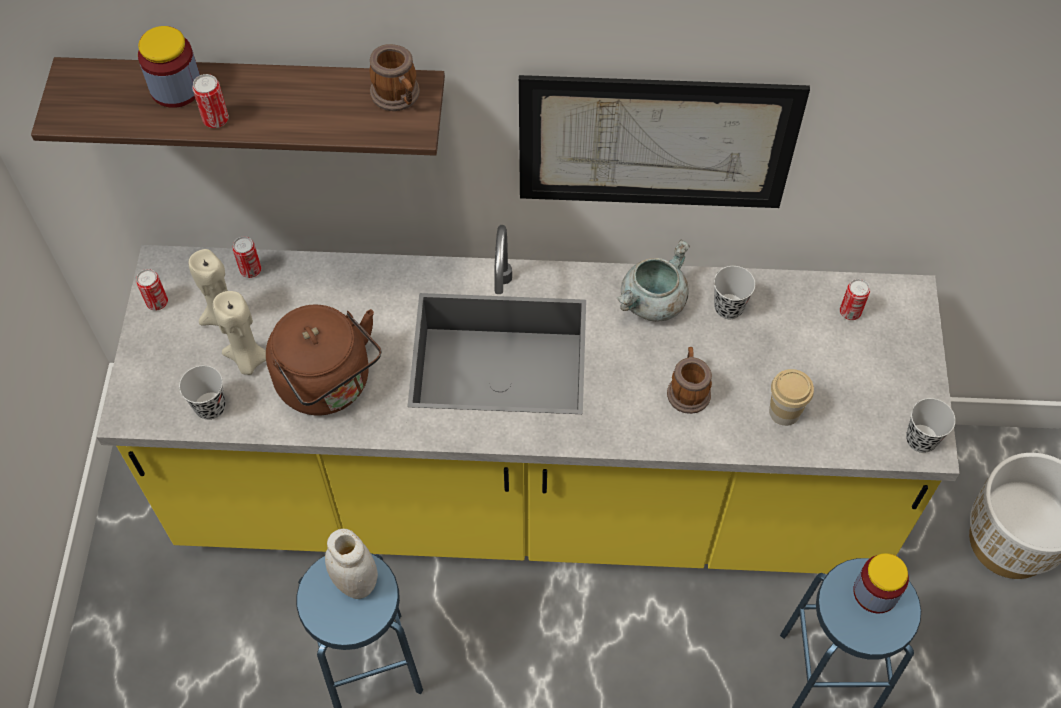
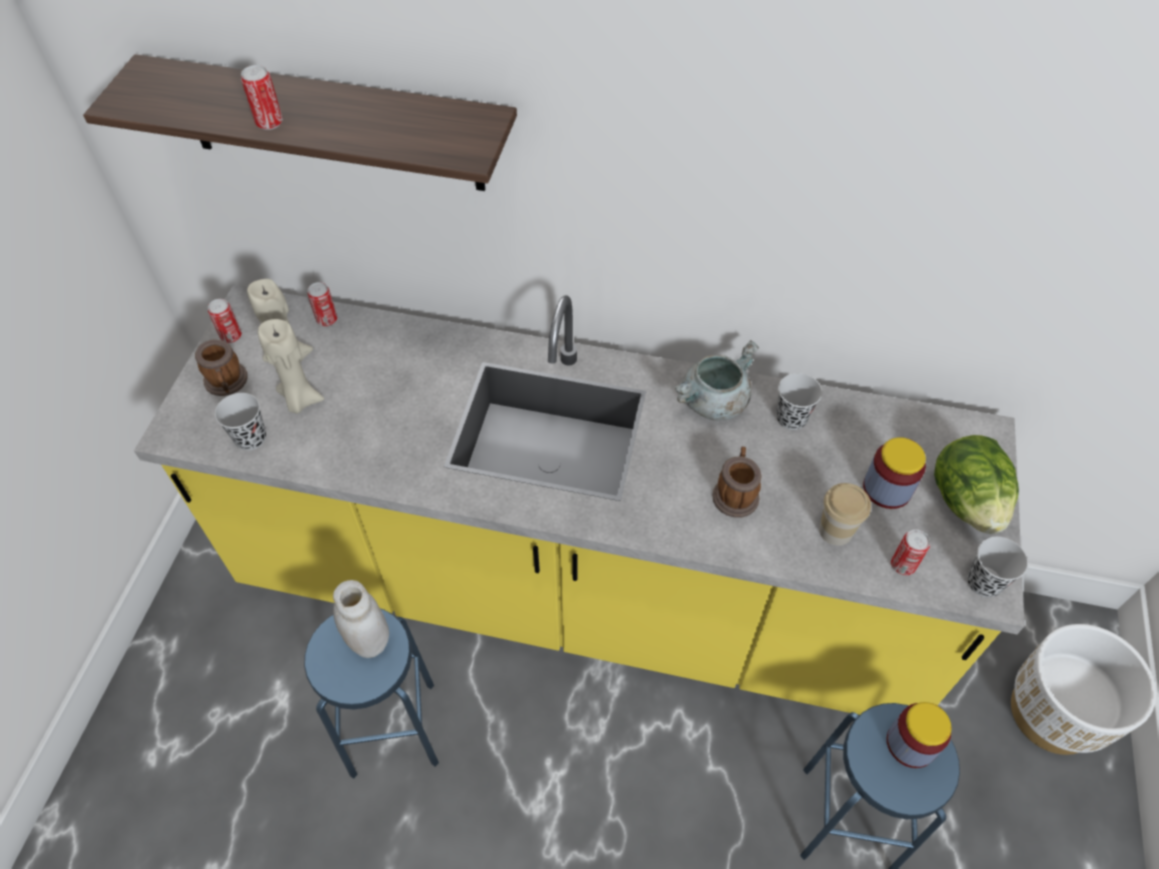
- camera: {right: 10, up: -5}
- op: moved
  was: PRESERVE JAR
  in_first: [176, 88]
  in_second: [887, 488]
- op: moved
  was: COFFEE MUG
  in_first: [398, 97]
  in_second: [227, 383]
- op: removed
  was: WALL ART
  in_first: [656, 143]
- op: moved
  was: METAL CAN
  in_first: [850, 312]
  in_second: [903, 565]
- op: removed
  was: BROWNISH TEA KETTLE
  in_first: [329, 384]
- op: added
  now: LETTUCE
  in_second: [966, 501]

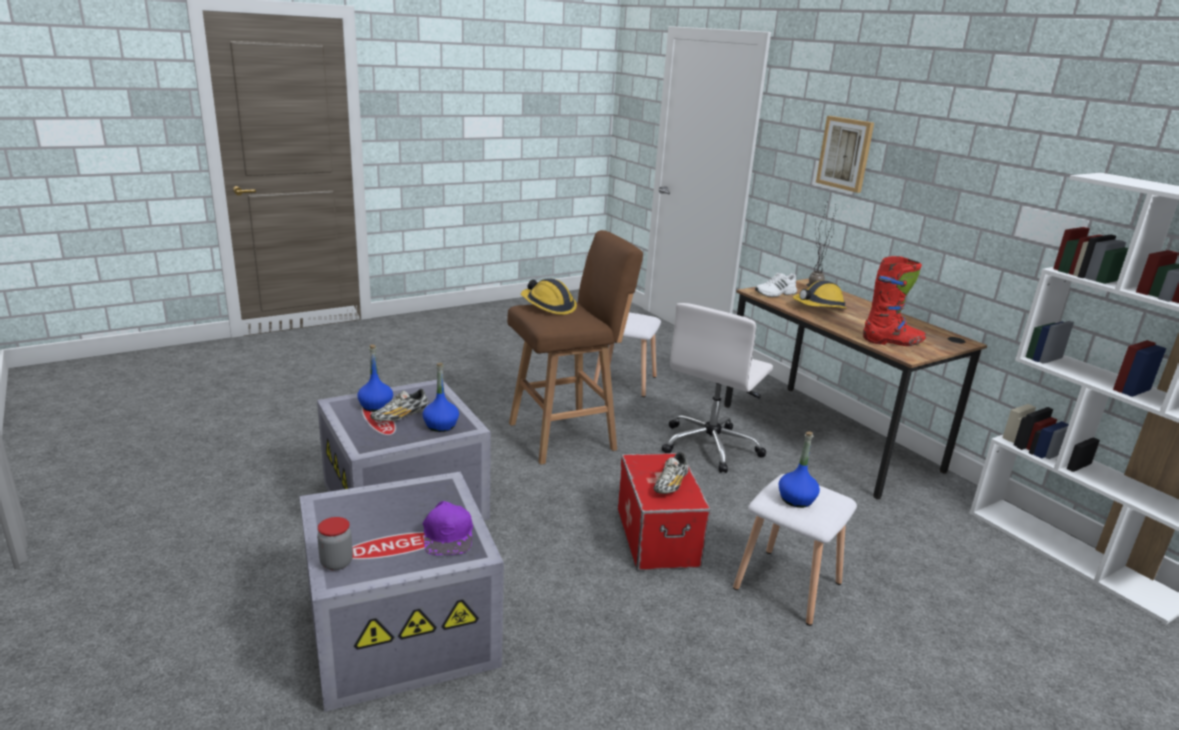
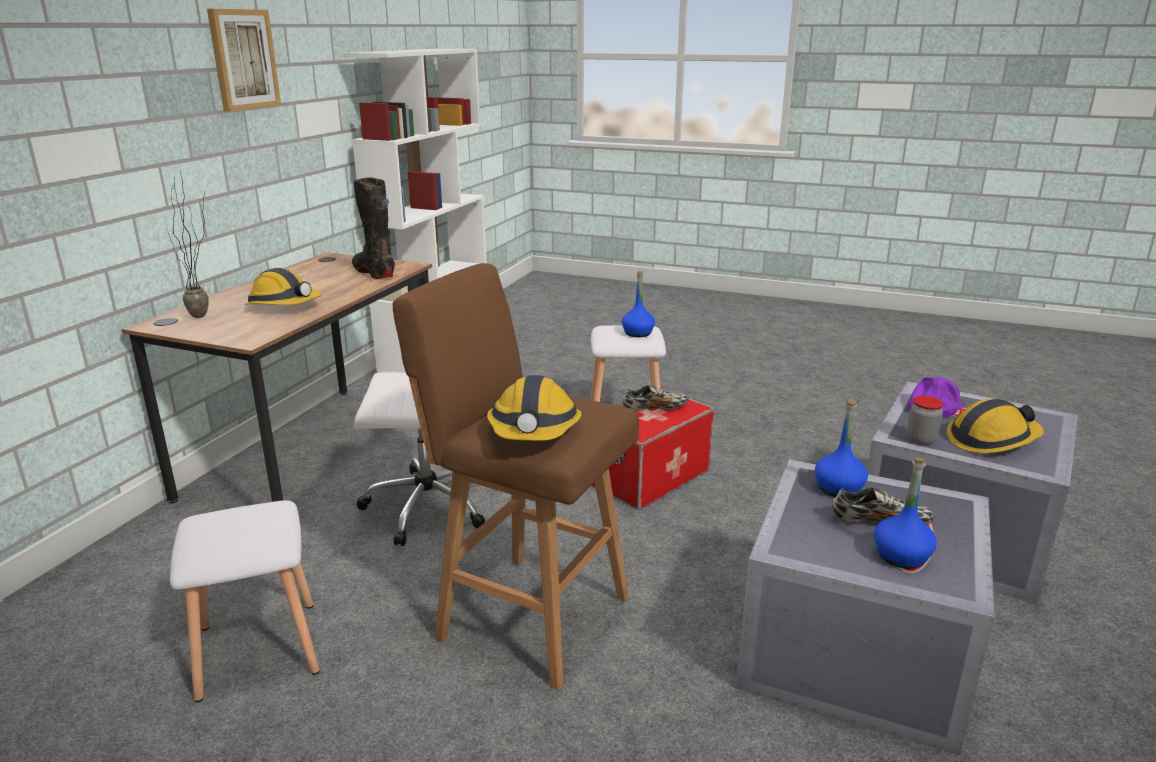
- camera: {right: -125, up: 0}
- op: moved
  was: WALL ART
  in_first: [845, 153]
  in_second: [243, 59]
- op: recoloured
  was: RED-COLOURED TALL BOOT
  now: BLACK TALL BOOT
  in_first: [892, 342]
  in_second: [374, 272]
- op: removed
  was: WHITE-COLOURED SHOE
  in_first: [776, 293]
- op: moved
  was: PRESERVE JAR
  in_first: [336, 563]
  in_second: [921, 439]
- op: added
  now: HARD HAT
  in_second: [991, 440]

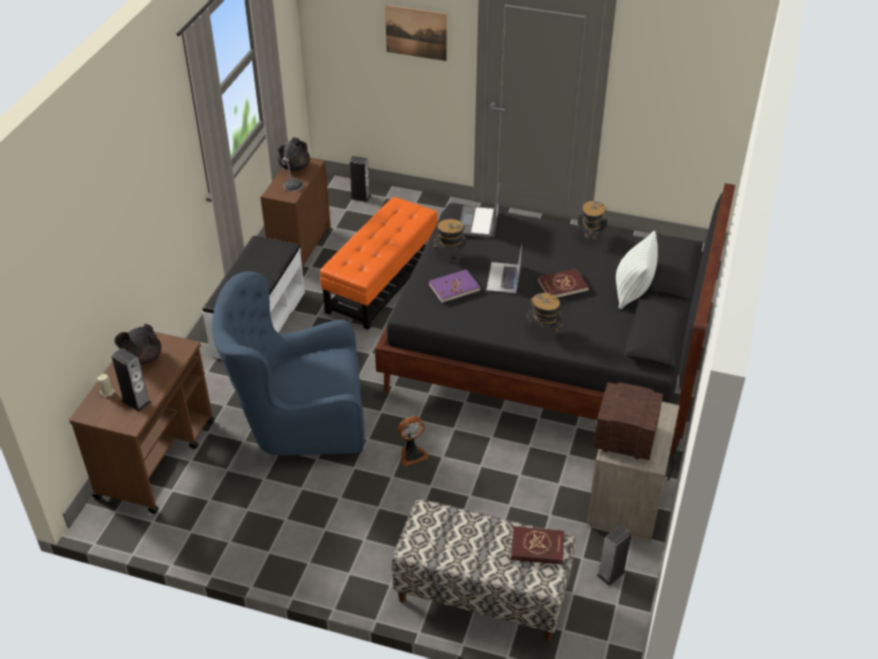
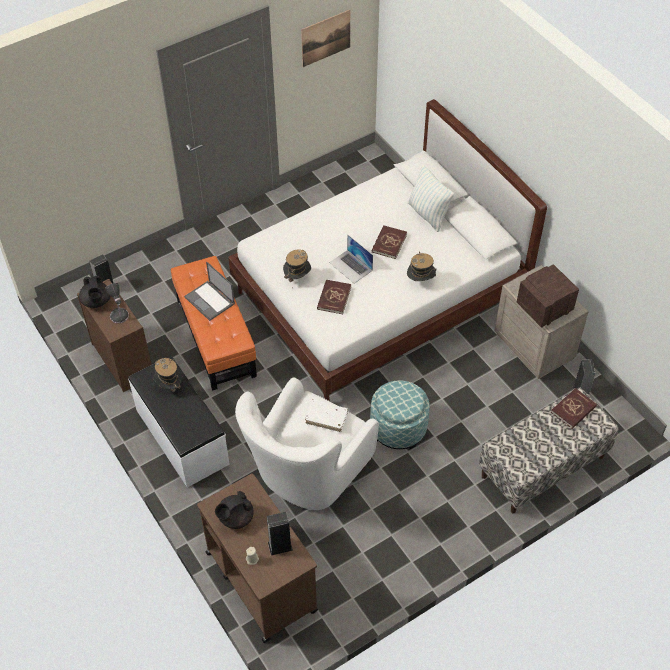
- camera: {right: -50, up: 10}
- op: moved
  was: WALL ART
  in_first: [416, 32]
  in_second: [326, 38]
- op: moved
  was: PORTABLE COMPUTER
  in_first: [478, 222]
  in_second: [210, 300]
- op: recoloured
  was: BLACK SLEEPING BED
  now: WHITE-COLOURED SLEEPING BED
  in_first: [548, 354]
  in_second: [380, 297]
- op: moved
  was: WEARABLE HAT
  in_first: [590, 237]
  in_second: [169, 386]
- op: recoloured
  was: PURPLE BOUND BOOK
  now: RED-COLOURED BOUND BOOK
  in_first: [454, 287]
  in_second: [334, 298]
- op: recoloured
  was: BLUISH LOUNGE CHAIR
  now: WHITE-COLOURED LOUNGE CHAIR
  in_first: [298, 421]
  in_second: [307, 473]
- op: turned
  was: BLACK TEA POT
  in_first: [142, 358]
  in_second: [235, 518]
  clockwise: 45
- op: replaced
  was: ELECTRIC FAN
  now: FOOTREST
  in_first: [412, 454]
  in_second: [398, 428]
- op: added
  now: WHITE-COLOURED BOUND BOOK
  in_second: [326, 418]

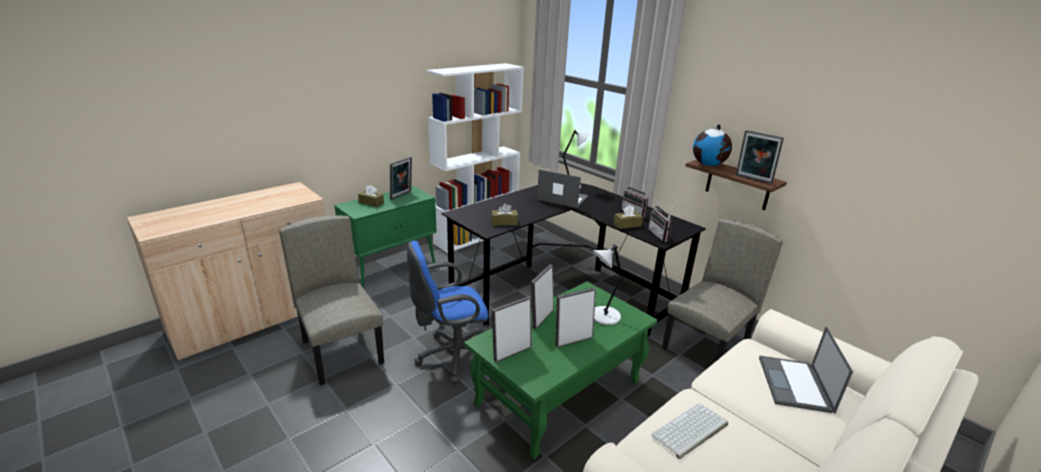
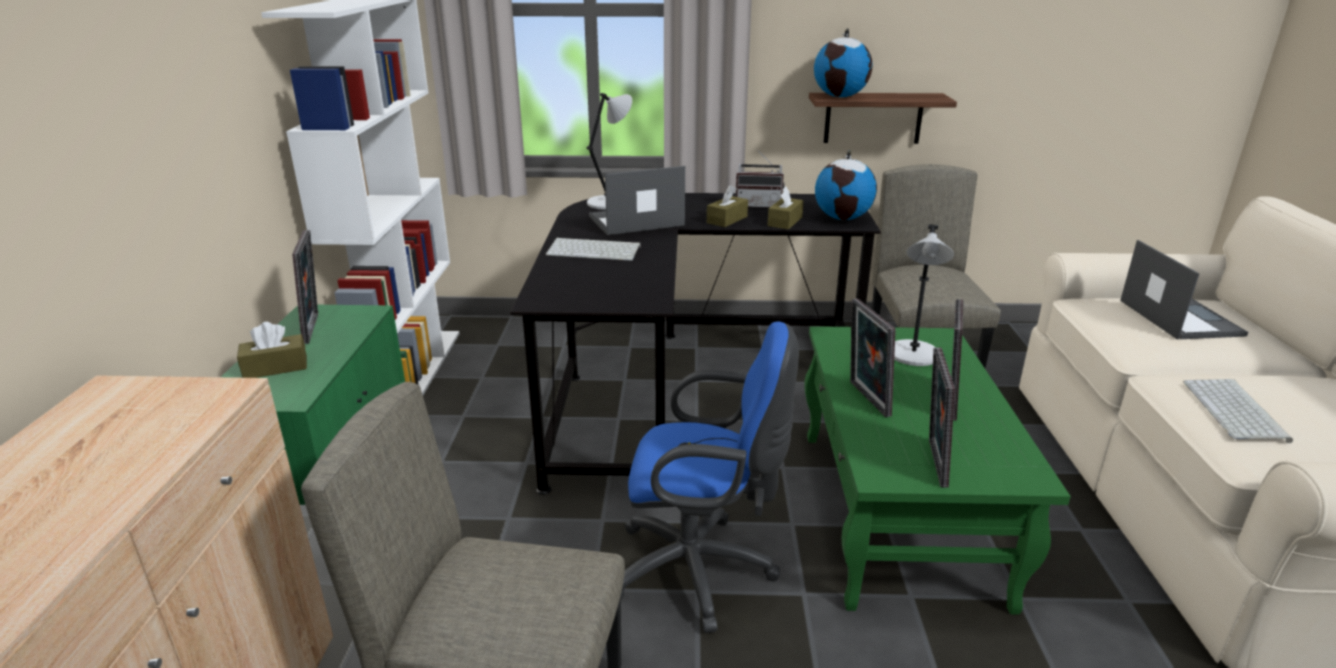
- camera: {right: -45, up: 0}
- op: removed
  was: STANDING FRAME
  in_first: [753, 179]
- op: moved
  was: BROWNISH TISSUE BOX
  in_first: [504, 222]
  in_second: [727, 220]
- op: replaced
  was: RADIO
  now: WORLD GLOBE
  in_first: [661, 235]
  in_second: [843, 218]
- op: turned
  was: BLUISH COMPUTER CHAIR
  in_first: [452, 356]
  in_second: [700, 571]
  clockwise: -105
- op: turned
  was: PORTABLE COMPUTER
  in_first: [795, 385]
  in_second: [1178, 317]
  clockwise: -150
- op: added
  now: KEYBOARD
  in_second: [595, 250]

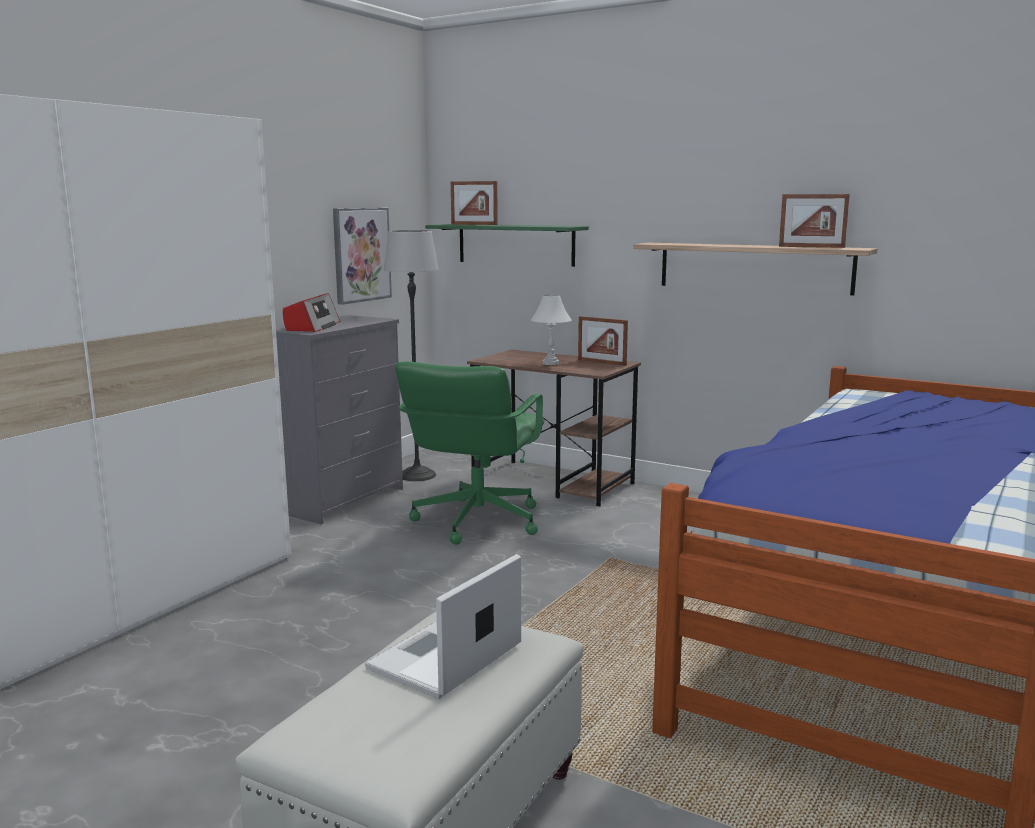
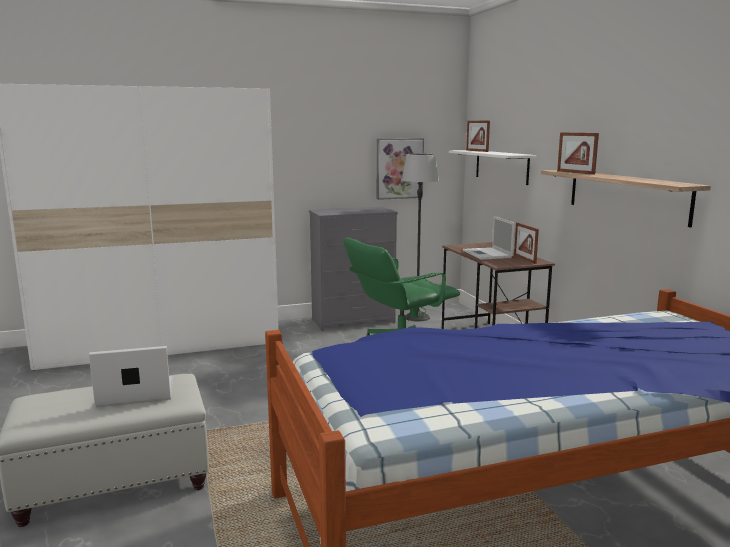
- camera: {right: 40, up: 0}
- op: moved
  was: STANDING FRAME
  in_first: [811, 247]
  in_second: [575, 172]
- op: recoloured
  was: GREEN WALL SHELF
  now: WHITE-COLOURED WALL SHELF
  in_first: [515, 244]
  in_second: [501, 166]
- op: removed
  was: RADIO
  in_first: [312, 326]
- op: replaced
  was: WHITE-COLOURED TABLE LAMP
  now: PORTABLE COMPUTER
  in_first: [550, 363]
  in_second: [488, 254]

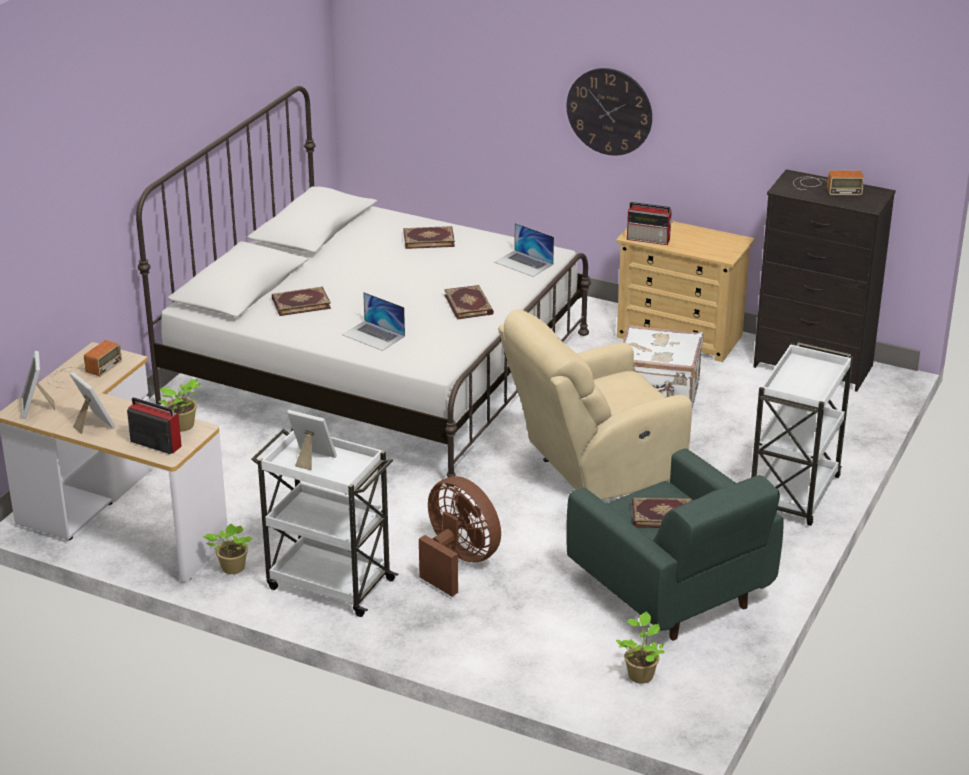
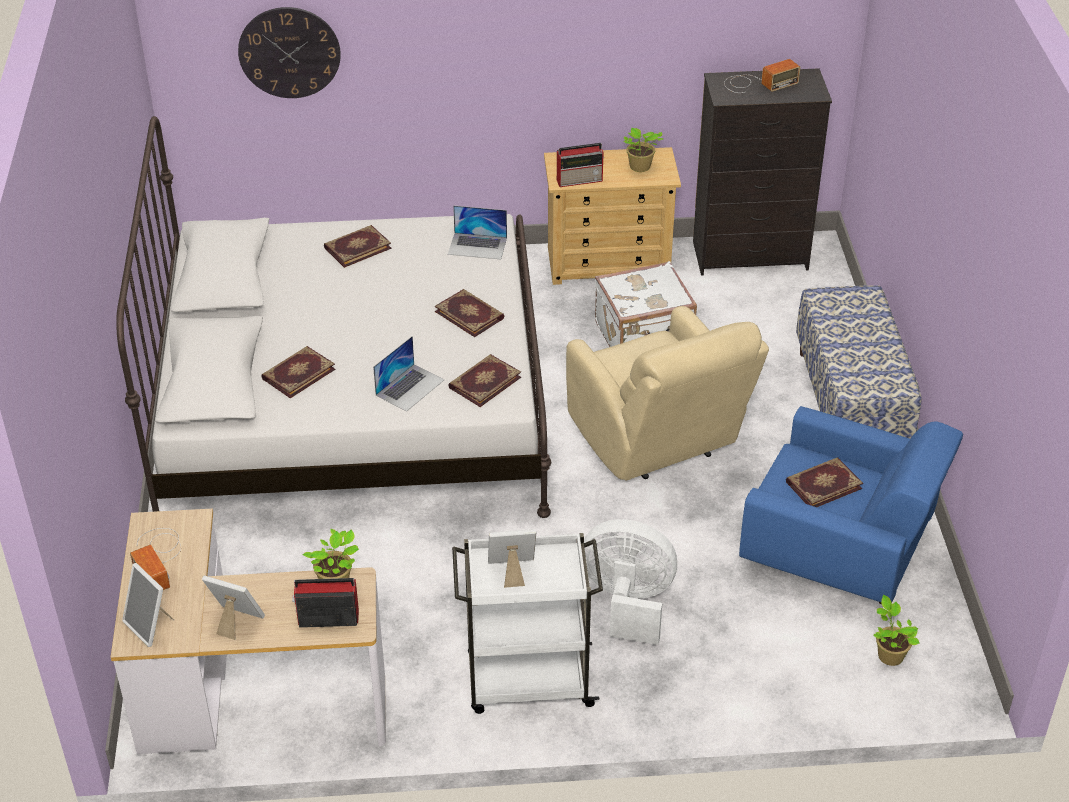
- camera: {right: -30, up: 10}
- op: moved
  was: WALL CLOCK
  in_first: [609, 111]
  in_second: [289, 52]
- op: turned
  was: PORTABLE COMPUTER
  in_first: [373, 335]
  in_second: [410, 387]
  clockwise: -60
- op: turned
  was: SAND-COLOURED LOUNGE CHAIR
  in_first: [593, 468]
  in_second: [657, 442]
  clockwise: -60
- op: turned
  was: RADIO
  in_first: [81, 373]
  in_second: [158, 558]
  clockwise: 150
- op: replaced
  was: WHITE-COLOURED CART
  now: LONG SEAT
  in_first: [794, 495]
  in_second: [850, 403]
- op: recoloured
  was: GREEN LOUNGE CHAIR
  now: BLUISH LOUNGE CHAIR
  in_first: [671, 592]
  in_second: [839, 552]
- op: recoloured
  was: BROWNISH ELECTRIC FAN
  now: WHITE-COLOURED ELECTRIC FAN
  in_first: [458, 562]
  in_second: [627, 602]
- op: moved
  was: HOUSEPLANT
  in_first: [231, 568]
  in_second: [639, 167]
- op: added
  now: BOUND BOOK
  in_second: [484, 382]

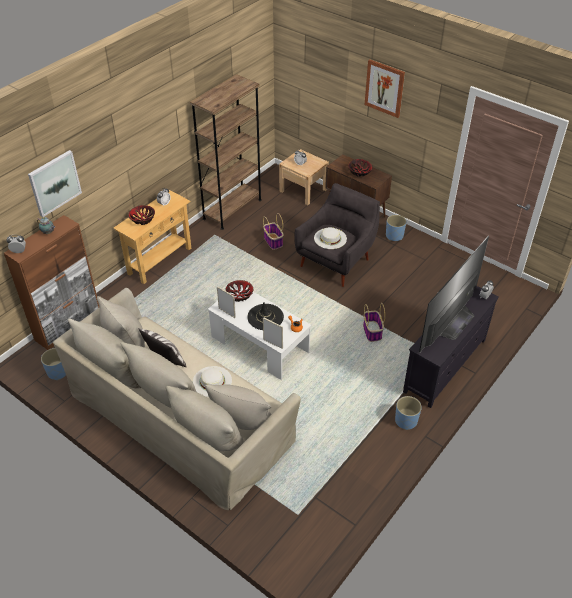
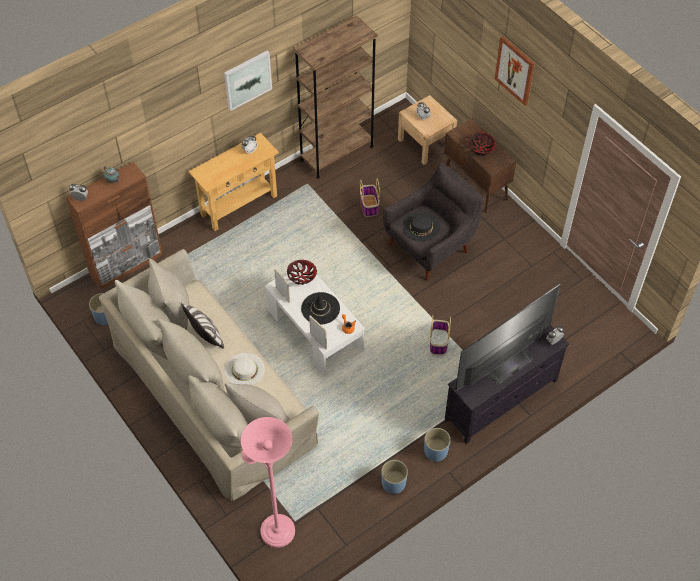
- camera: {right: 15, up: 10}
- op: moved
  was: WALL ART
  in_first: [54, 183]
  in_second: [247, 79]
- op: removed
  was: DEEP DISH
  in_first: [142, 219]
- op: moved
  was: BLUISH FLOWER POT
  in_first: [394, 236]
  in_second: [393, 483]
- op: recoloured
  was: WHITE-COLOURED WEARABLE HAT
  now: BLACK WEARABLE HAT
  in_first: [330, 238]
  in_second: [421, 226]
- op: added
  now: PINK FLOOR LAMP
  in_second: [274, 527]

